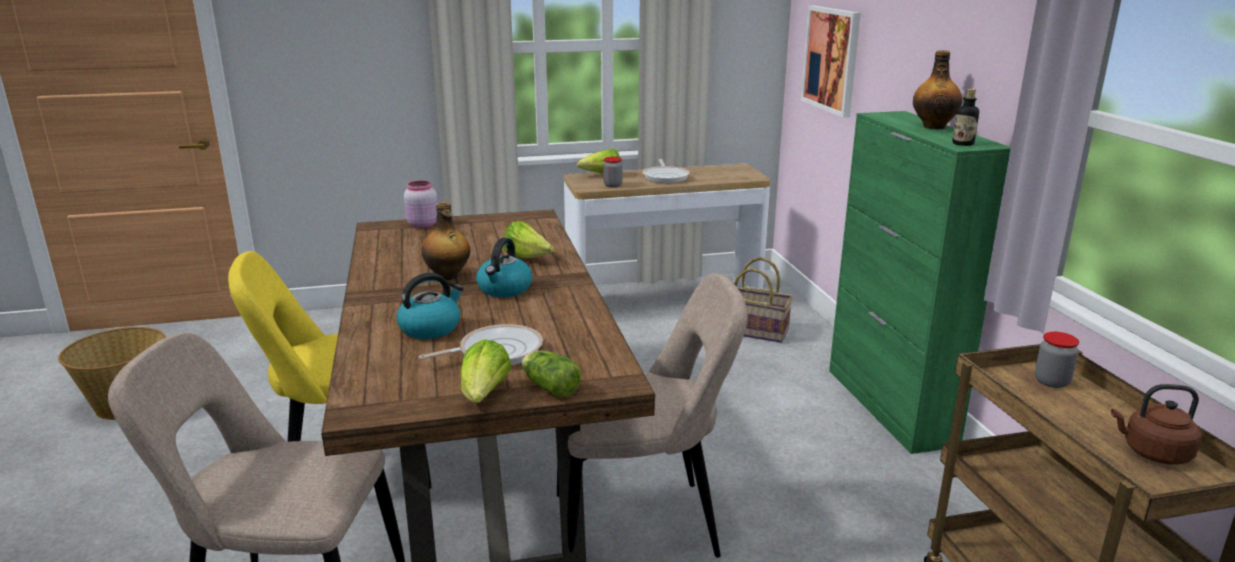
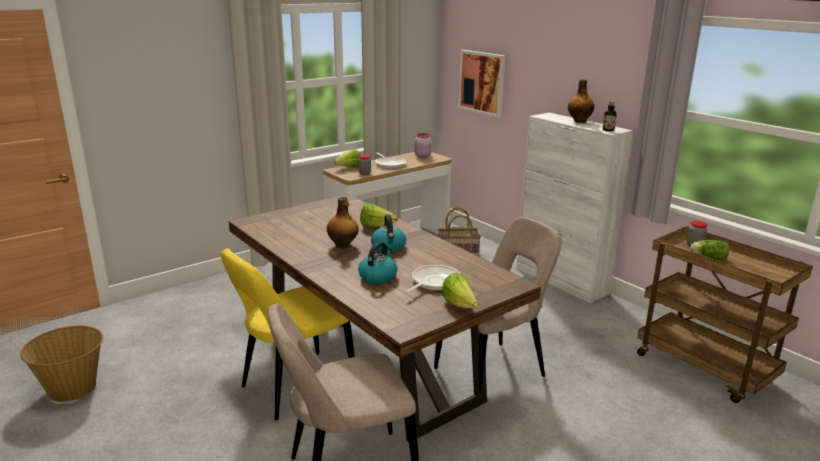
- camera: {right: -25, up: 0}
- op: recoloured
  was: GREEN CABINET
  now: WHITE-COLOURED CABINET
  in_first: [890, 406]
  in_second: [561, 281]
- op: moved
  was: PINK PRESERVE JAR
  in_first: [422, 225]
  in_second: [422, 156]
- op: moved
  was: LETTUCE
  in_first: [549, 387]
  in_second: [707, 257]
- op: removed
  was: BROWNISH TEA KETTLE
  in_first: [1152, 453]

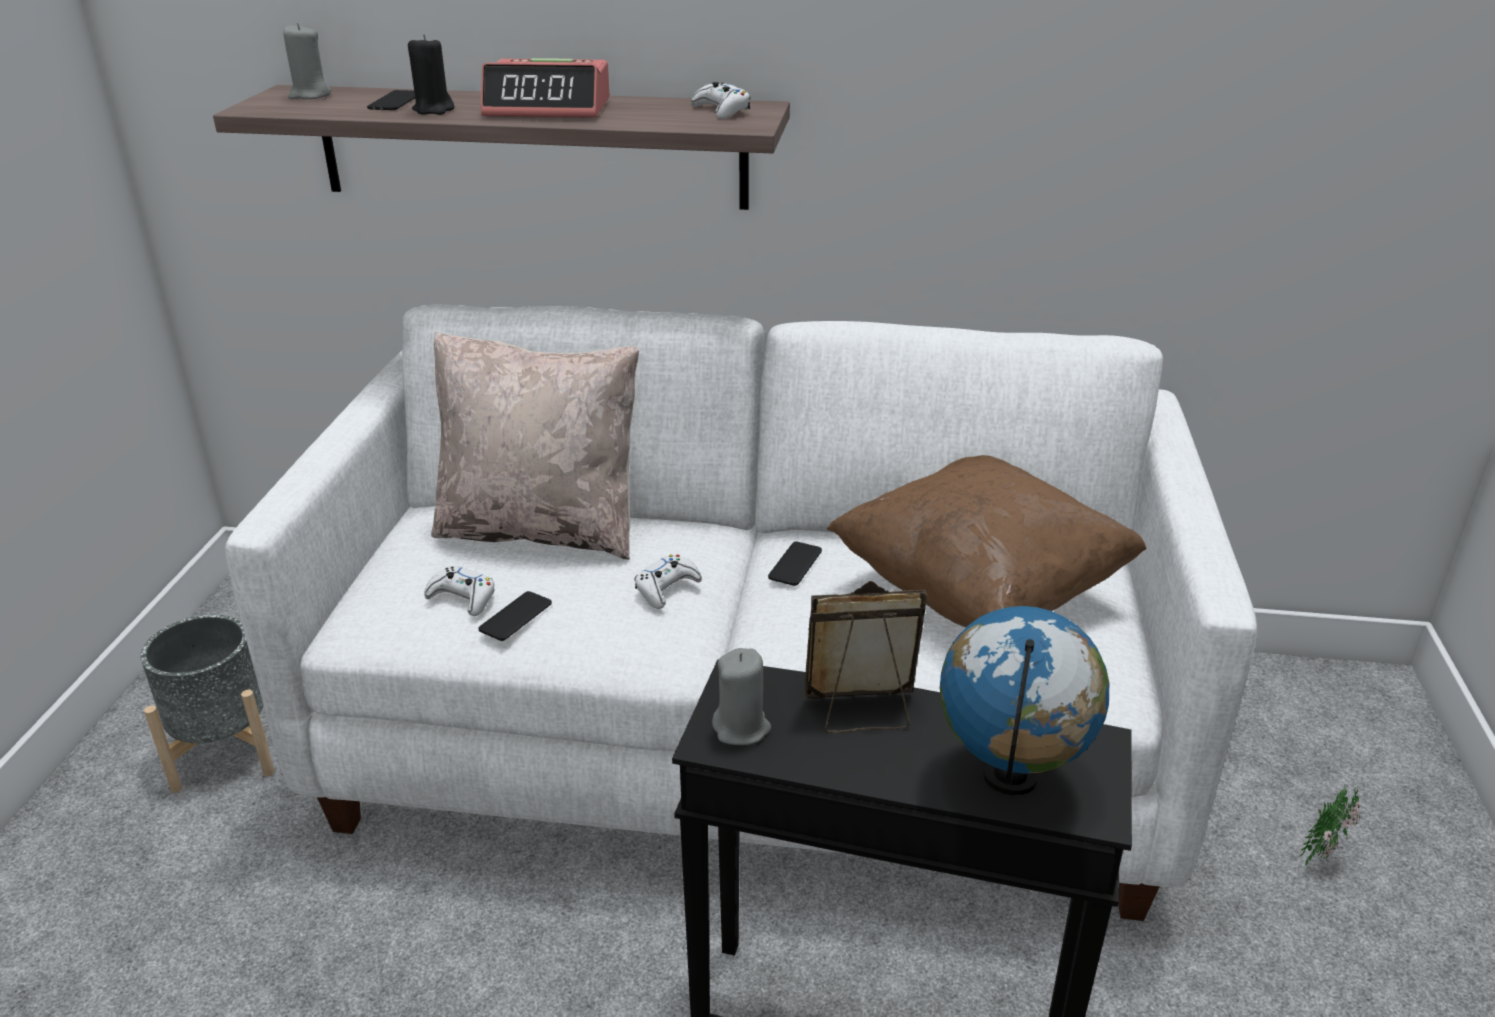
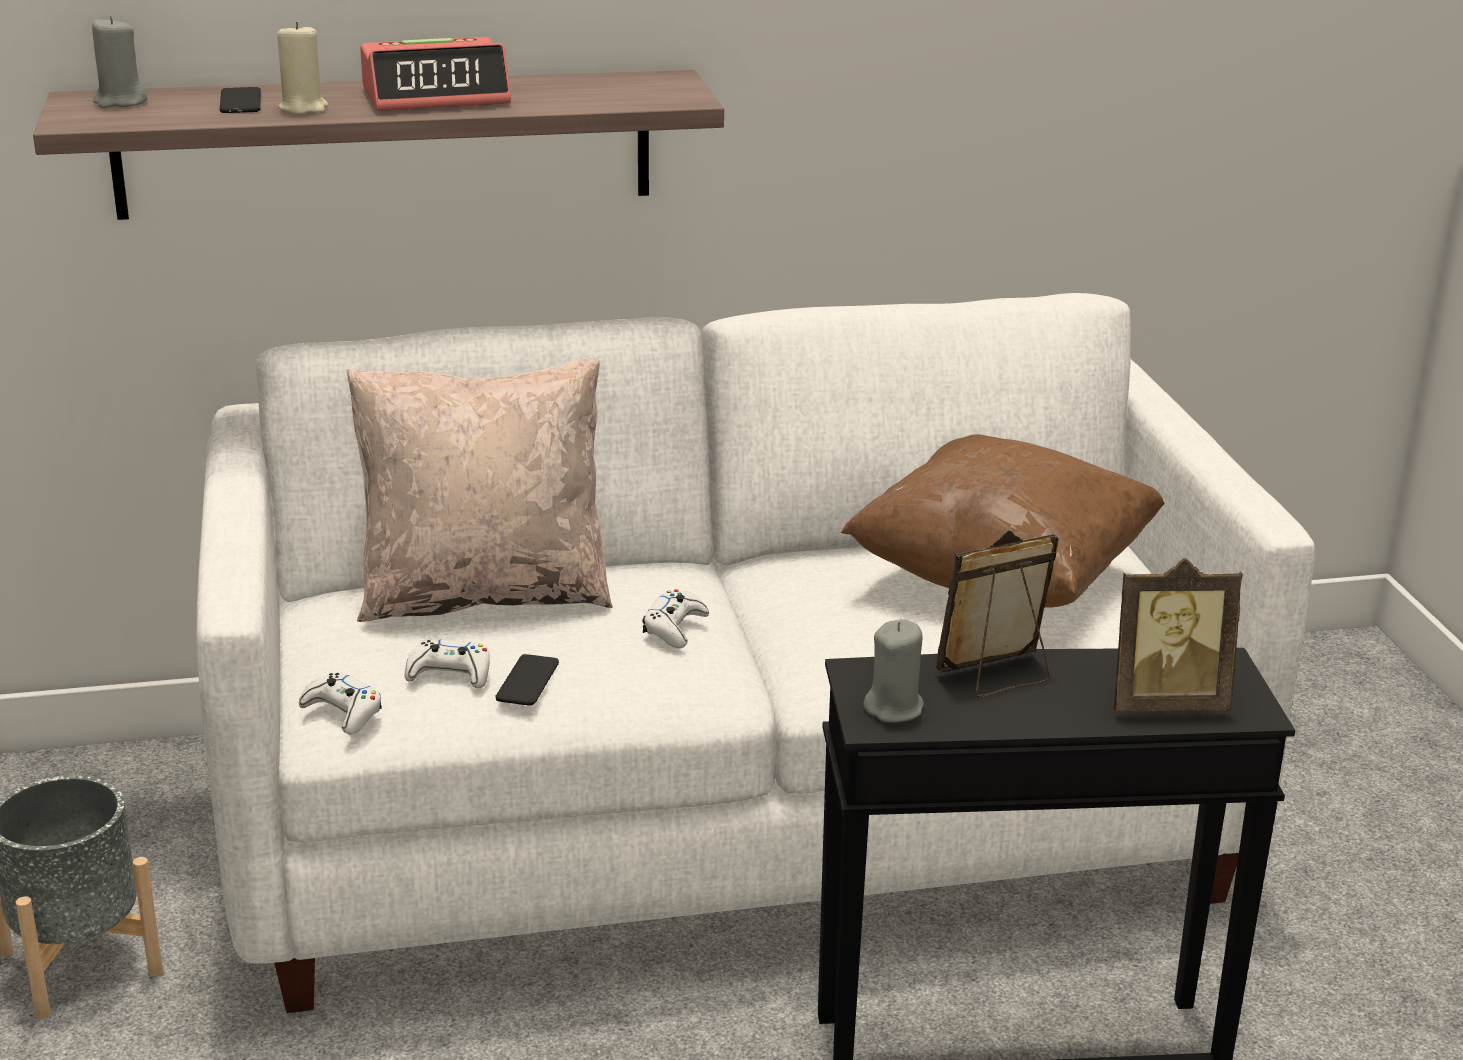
- camera: {right: -20, up: -5}
- op: recoloured
  was: BLACK CANDLE
  now: SAND-COLOURED CANDLE
  in_first: [434, 110]
  in_second: [304, 108]
- op: moved
  was: WHITE-COLOURED JOYPAD
  in_first: [721, 110]
  in_second: [343, 712]
- op: removed
  was: TELEPHONE
  in_first: [795, 564]
- op: replaced
  was: WORLD GLOBE
  now: STANDING FRAME
  in_first: [1010, 779]
  in_second: [1165, 702]
- op: removed
  was: HOUSEPLANT
  in_first: [1321, 850]

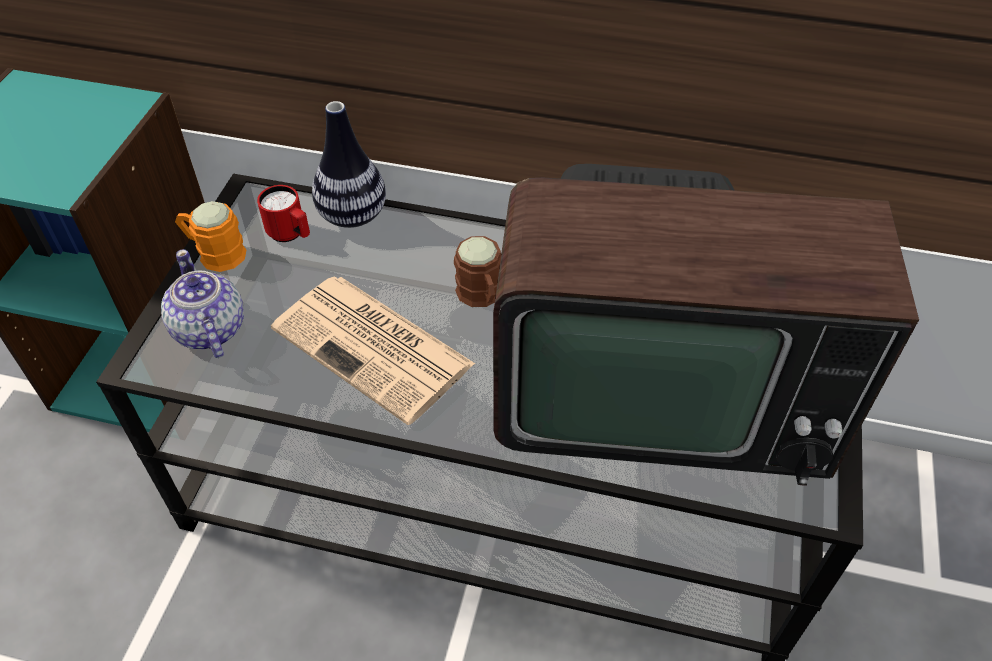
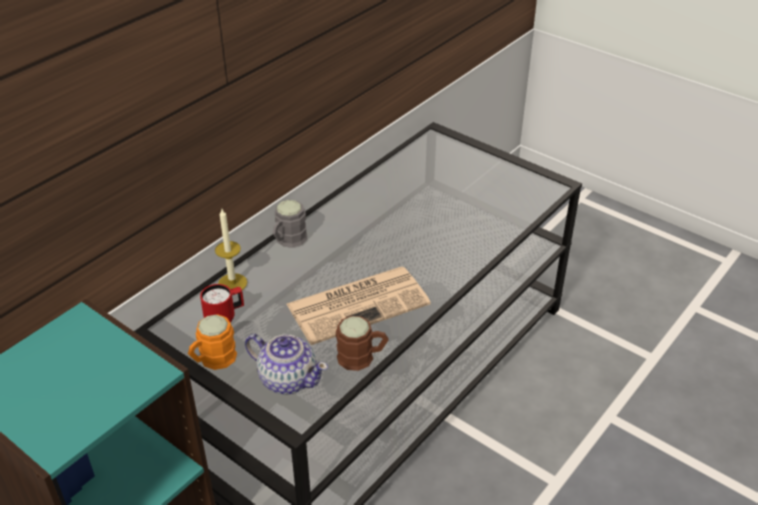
- camera: {right: -65, up: -10}
- op: replaced
  was: VASE
  now: CANDLE
  in_first: [352, 215]
  in_second: [232, 283]
- op: removed
  was: TELEVISION
  in_first: [656, 388]
- op: moved
  was: BROWNISH COFFEE MUG
  in_first: [482, 296]
  in_second: [362, 357]
- op: turned
  was: TEA POT
  in_first: [209, 330]
  in_second: [288, 379]
  clockwise: -150
- op: added
  now: GREY COFFEE MUG
  in_second: [288, 240]

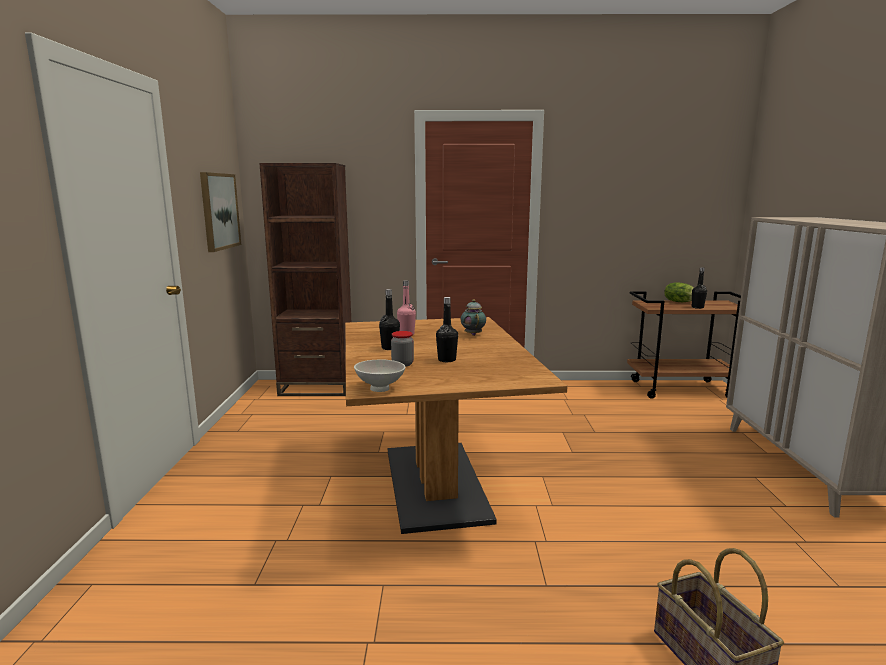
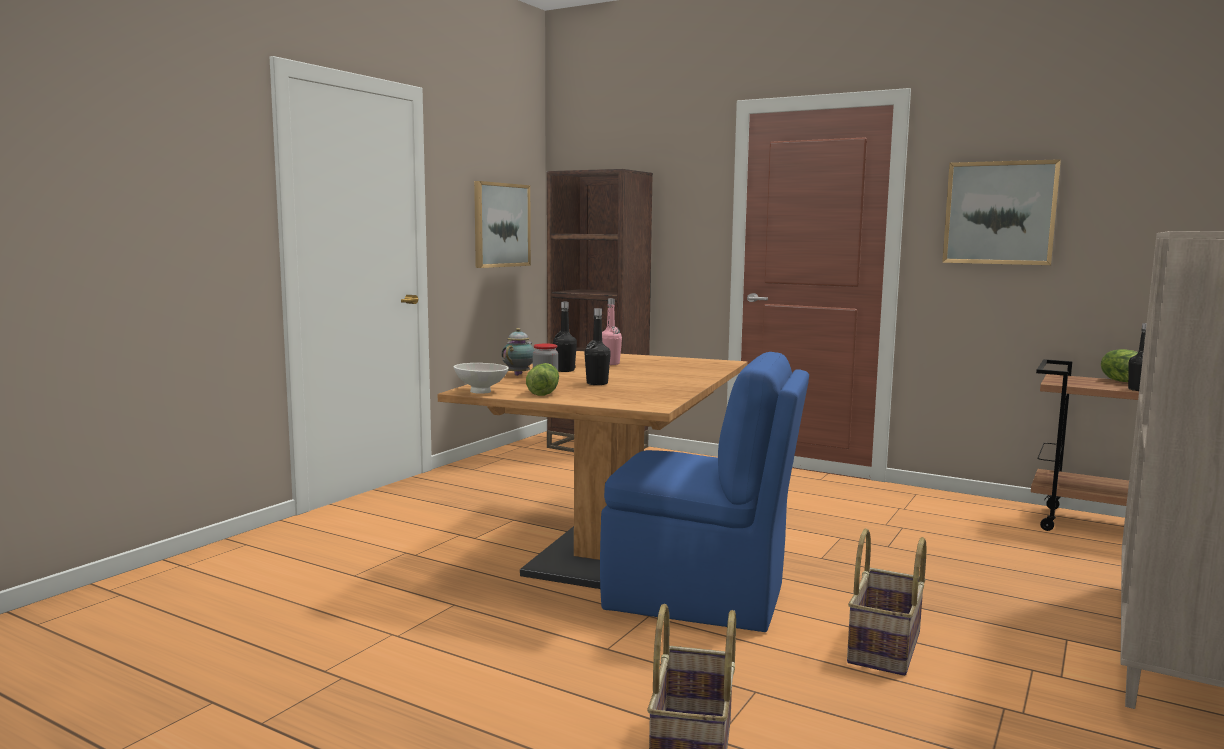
- camera: {right: 30, up: -5}
- op: moved
  was: TEA POT
  in_first: [473, 334]
  in_second: [519, 374]
- op: added
  now: WALL ART
  in_second: [1000, 213]
- op: added
  now: BLUISH UPRIGHT CHAIR
  in_second: [700, 597]
- op: added
  now: LETTUCE
  in_second: [544, 392]
- op: added
  now: BASKET
  in_second: [886, 648]

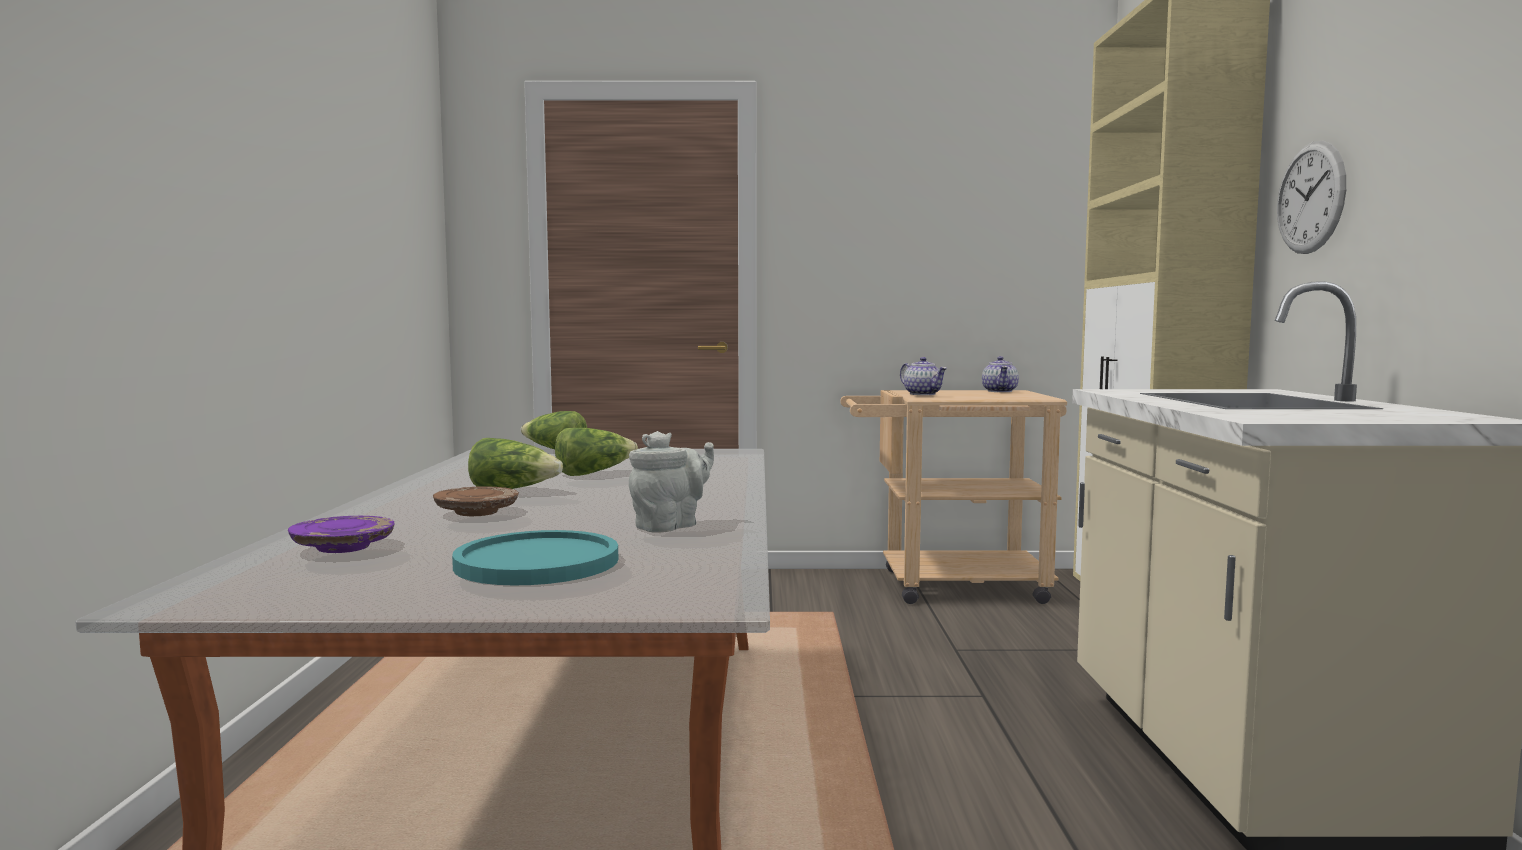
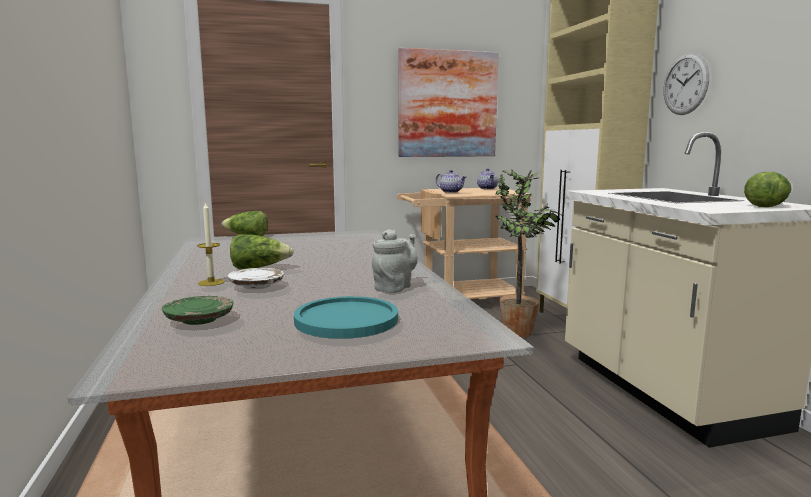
- camera: {right: -15, up: 5}
- op: moved
  was: LETTUCE
  in_first: [593, 473]
  in_second: [766, 205]
- op: recoloured
  was: BROWNISH PLATE
  now: WHITE-COLOURED PLATE
  in_first: [477, 512]
  in_second: [257, 286]
- op: recoloured
  was: PURPLE PLATE
  now: GREEN PLATE
  in_first: [343, 548]
  in_second: [199, 320]
- op: added
  now: WALL ART
  in_second: [447, 104]
- op: added
  now: HOUSEPLANT
  in_second: [518, 334]
- op: added
  now: CANDLE
  in_second: [211, 282]

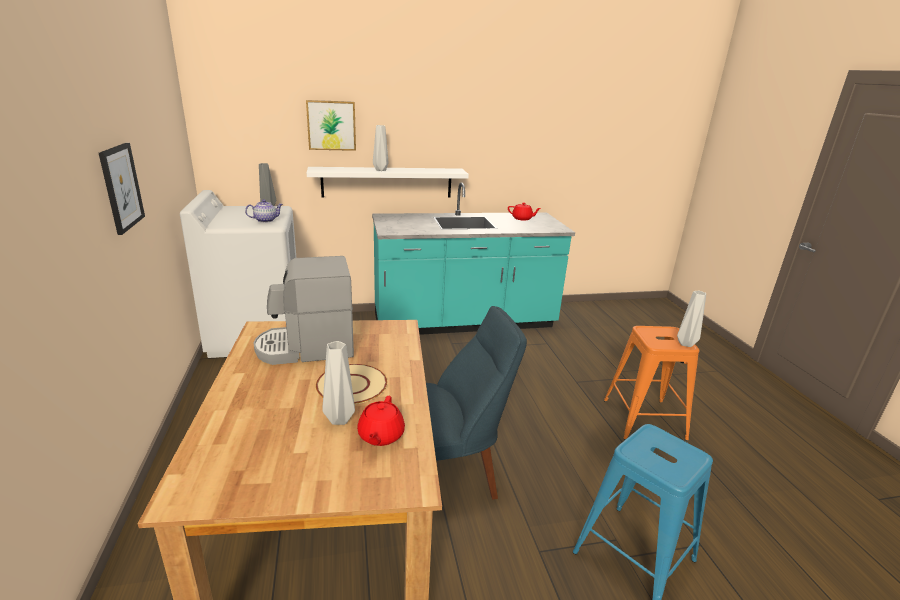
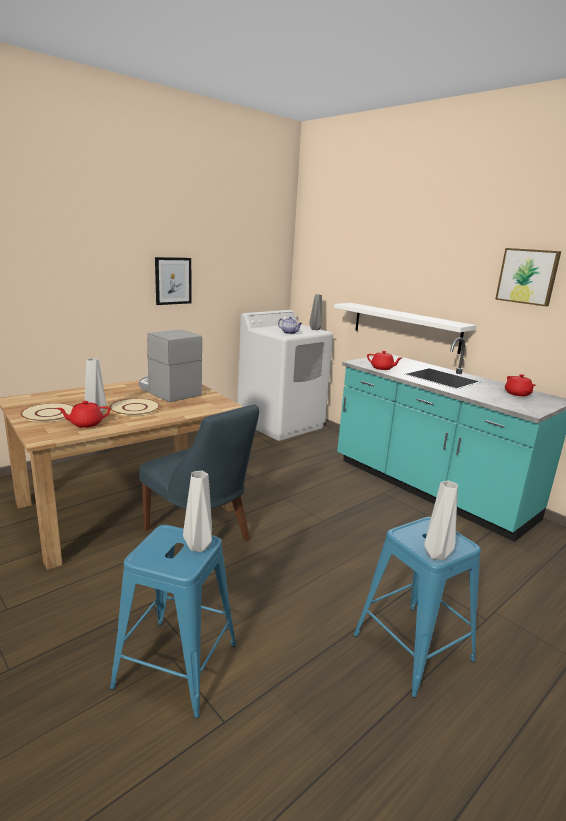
- camera: {right: 60, up: -5}
- op: moved
  was: WALL ART
  in_first: [331, 125]
  in_second: [528, 276]
- op: moved
  was: GREY VASE
  in_first: [380, 170]
  in_second: [198, 546]
- op: recoloured
  was: ORANGE-COLOURED STOOL SEAT
  now: BLUISH STOOL SEAT
  in_first: [643, 419]
  in_second: [412, 647]
- op: added
  now: RED-COLOURED TEA POT
  in_second: [382, 368]
- op: added
  now: SAND-COLOURED PLATE
  in_second: [49, 413]

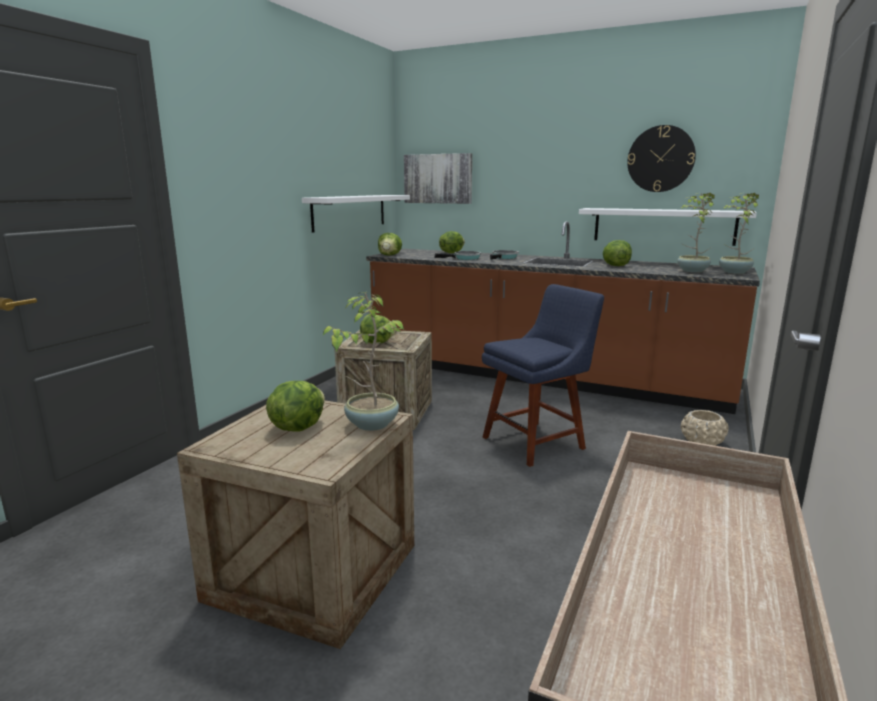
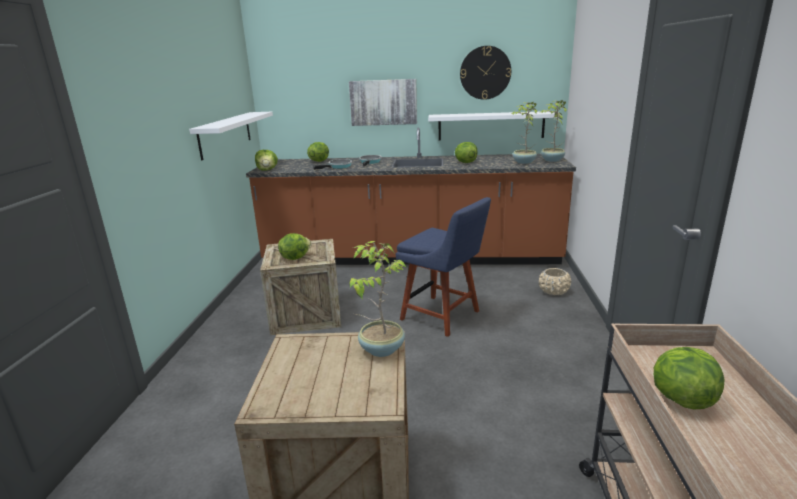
- camera: {right: -20, up: 5}
- op: moved
  was: WALL ART
  in_first: [438, 178]
  in_second: [383, 102]
- op: turned
  was: BLUISH UPRIGHT CHAIR
  in_first: [537, 441]
  in_second: [443, 316]
  clockwise: 90
- op: moved
  was: LETTUCE
  in_first: [297, 427]
  in_second: [681, 398]

